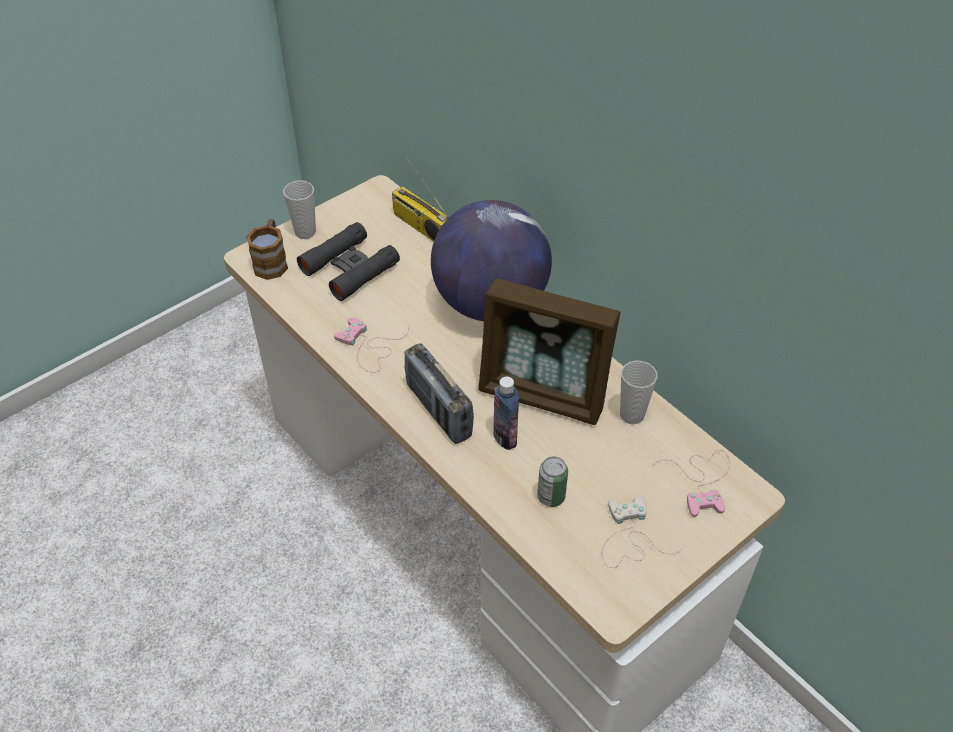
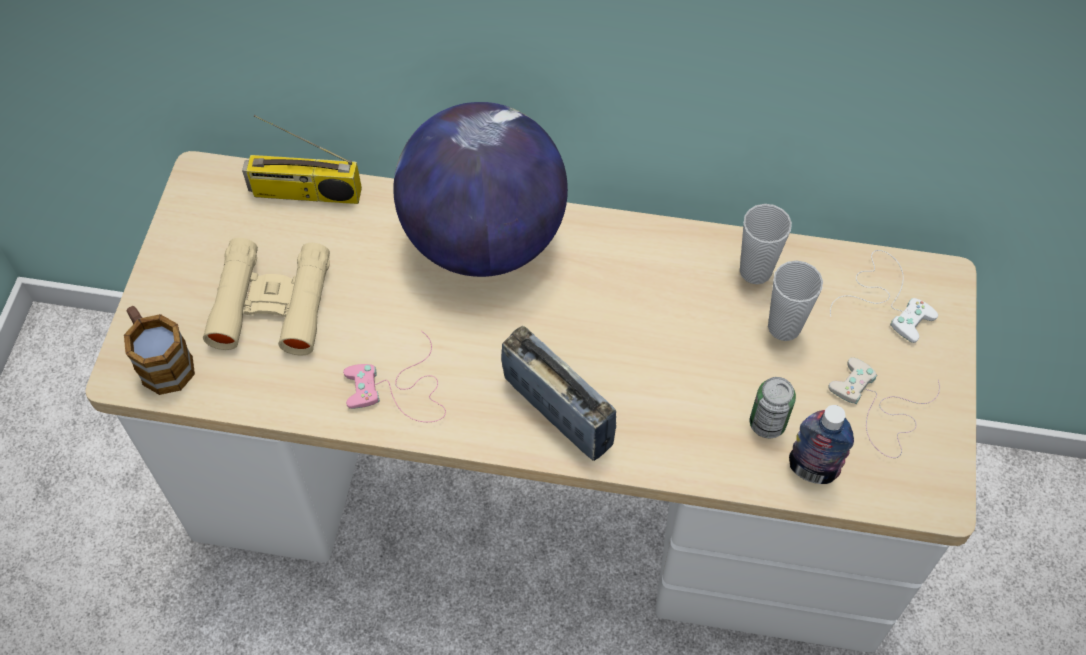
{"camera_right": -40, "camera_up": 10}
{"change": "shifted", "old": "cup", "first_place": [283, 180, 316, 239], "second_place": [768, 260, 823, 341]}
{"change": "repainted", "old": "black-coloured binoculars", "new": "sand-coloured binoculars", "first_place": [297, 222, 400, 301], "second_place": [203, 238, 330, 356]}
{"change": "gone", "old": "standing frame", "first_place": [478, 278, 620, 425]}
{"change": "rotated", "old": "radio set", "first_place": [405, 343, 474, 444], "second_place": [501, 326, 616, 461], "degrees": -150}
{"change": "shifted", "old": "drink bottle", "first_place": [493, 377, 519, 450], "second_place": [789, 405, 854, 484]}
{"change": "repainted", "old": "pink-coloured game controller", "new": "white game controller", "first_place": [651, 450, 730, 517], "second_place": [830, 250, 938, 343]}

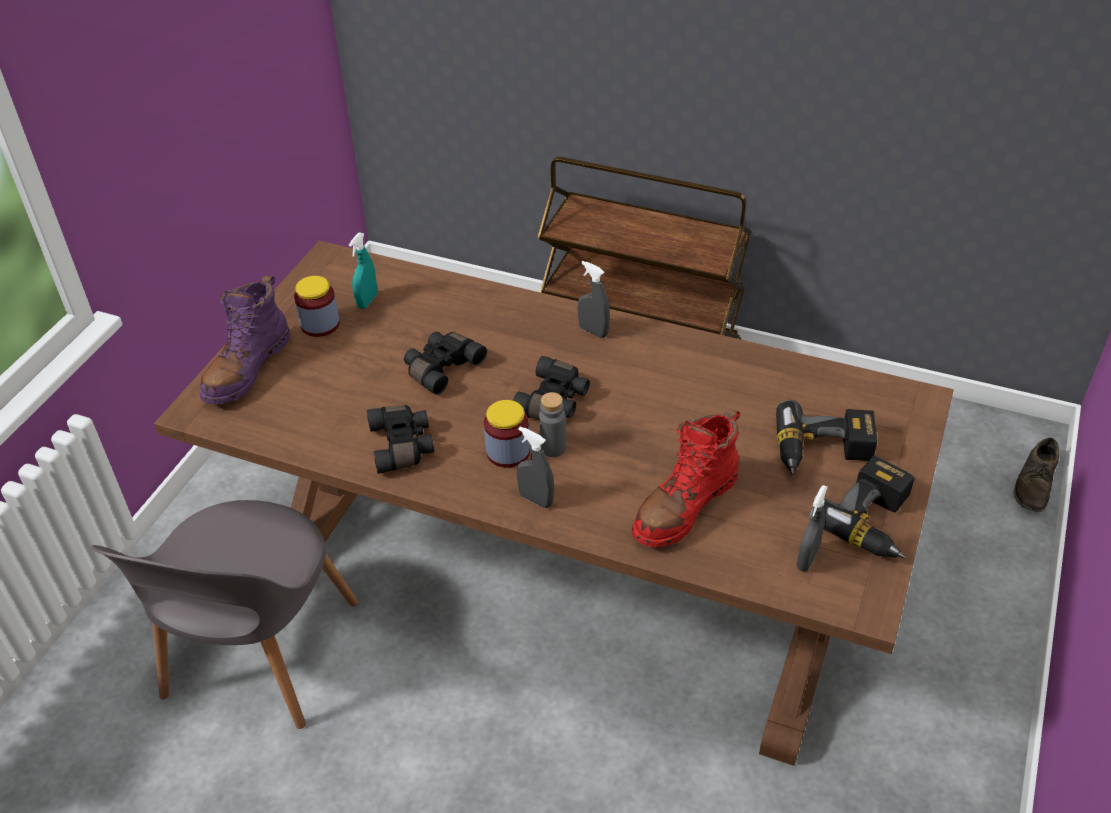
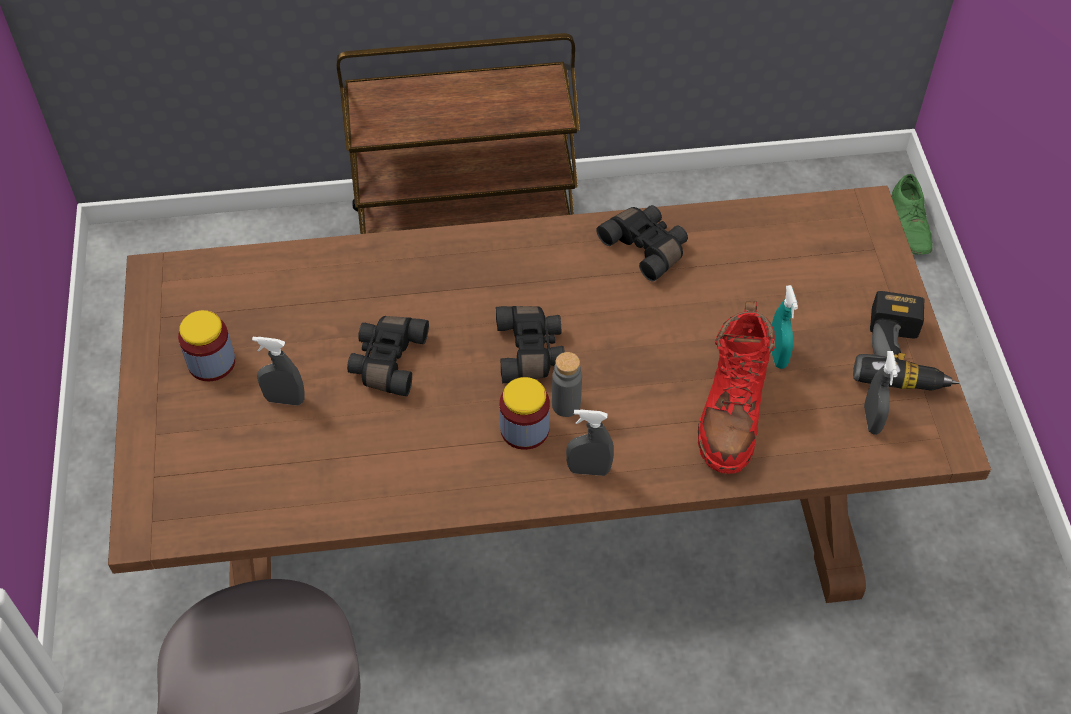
{"camera_right": -30, "camera_up": 10}
{"change": "shifted", "old": "blue-green spray bottle", "first_place": [349, 233, 377, 309], "second_place": [771, 285, 798, 369]}
{"change": "shifted", "old": "grey spray bottle", "first_place": [578, 261, 610, 338], "second_place": [252, 337, 305, 406]}
{"change": "gone", "old": "purple boot", "first_place": [200, 276, 291, 404]}
{"change": "gone", "old": "power drill", "first_place": [776, 400, 877, 475]}
{"change": "shifted", "old": "black-coloured binoculars", "first_place": [367, 405, 434, 474], "second_place": [596, 205, 688, 282]}
{"change": "repainted", "old": "brownish item of footwear", "new": "green-coloured item of footwear", "first_place": [1014, 438, 1059, 512], "second_place": [892, 174, 933, 255]}

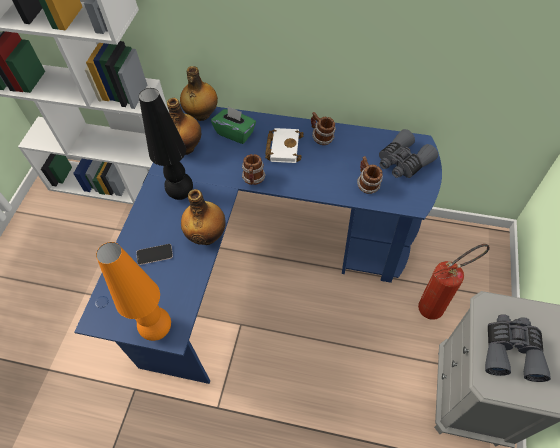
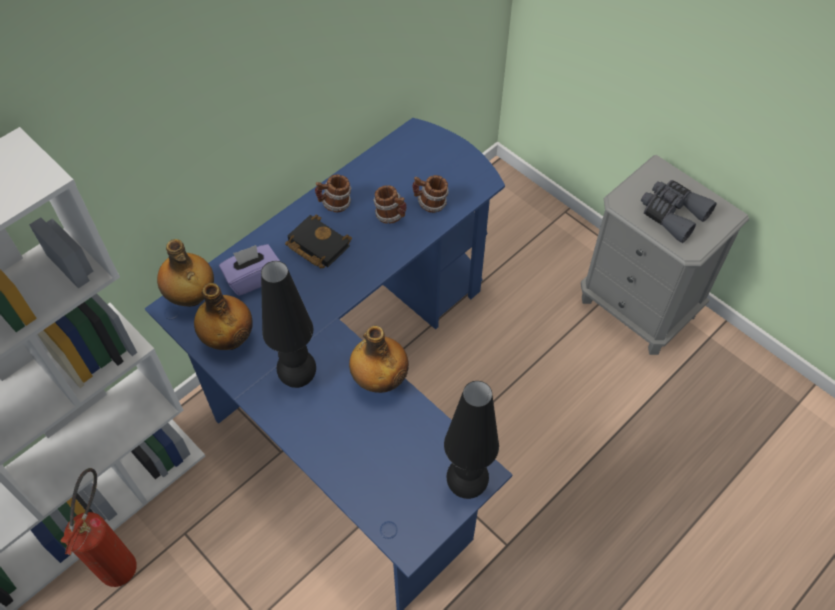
{"camera_right": -60, "camera_up": 0}
{"change": "repainted", "old": "green-coloured box of tissues", "new": "purple box of tissues", "first_place": [211, 106, 256, 144], "second_place": [219, 244, 280, 296]}
{"change": "repainted", "old": "white book", "new": "black-coloured book", "first_place": [265, 128, 304, 163], "second_place": [285, 214, 352, 268]}
{"change": "gone", "old": "grey binoculars", "first_place": [379, 129, 438, 178]}
{"change": "shifted", "old": "coffee mug", "first_place": [242, 154, 266, 185], "second_place": [373, 185, 406, 224]}
{"change": "repainted", "old": "orange table lamp", "new": "black-coloured table lamp", "first_place": [96, 242, 171, 341], "second_place": [444, 381, 499, 499]}
{"change": "gone", "old": "handset", "first_place": [136, 244, 173, 265]}
{"change": "shifted", "old": "extinguisher", "first_place": [418, 244, 490, 320], "second_place": [60, 468, 137, 587]}

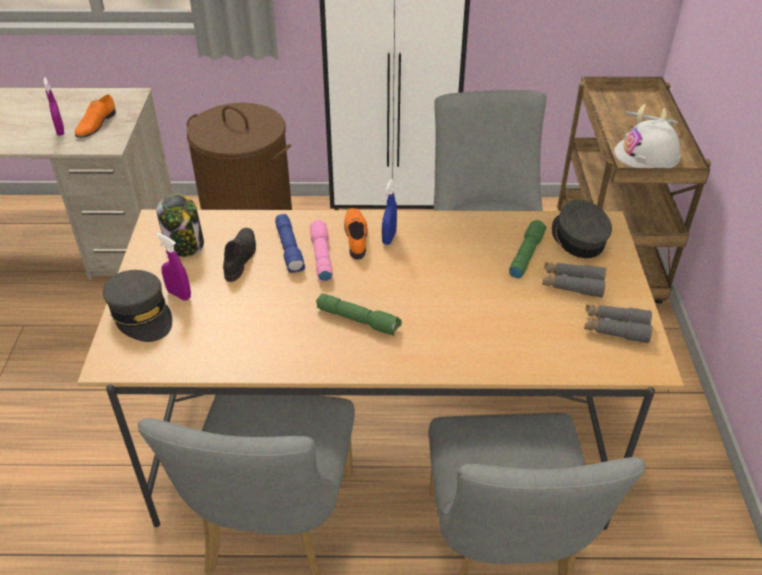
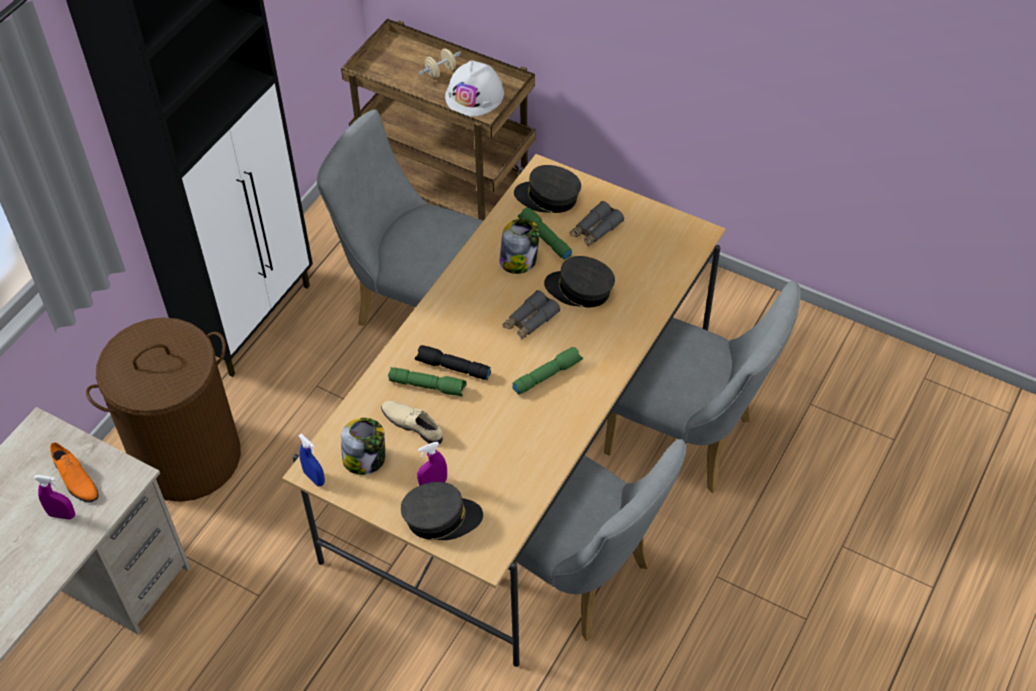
{"camera_right": -60, "camera_up": 10}
{"change": "shifted", "old": "blue-coloured spray bottle", "first_place": [382, 179, 397, 245], "second_place": [299, 434, 325, 486]}
{"change": "gone", "old": "orange item of footwear", "first_place": [344, 208, 368, 260]}
{"change": "repainted", "old": "blue-coloured flashlight", "new": "green-coloured flashlight", "first_place": [275, 214, 305, 273], "second_place": [388, 367, 467, 397]}
{"change": "repainted", "old": "pink-coloured flashlight", "new": "black-coloured flashlight", "first_place": [310, 220, 333, 281], "second_place": [415, 345, 491, 380]}
{"change": "repainted", "old": "black-coloured item of footwear", "new": "sand-coloured item of footwear", "first_place": [223, 228, 256, 282], "second_place": [381, 401, 443, 444]}
{"change": "shifted", "old": "grey binoculars", "first_place": [584, 305, 652, 344], "second_place": [502, 290, 560, 340]}
{"change": "new", "new": "jar", "second_place": [500, 219, 540, 274]}
{"change": "new", "new": "grey baseball cap", "second_place": [544, 256, 615, 307]}

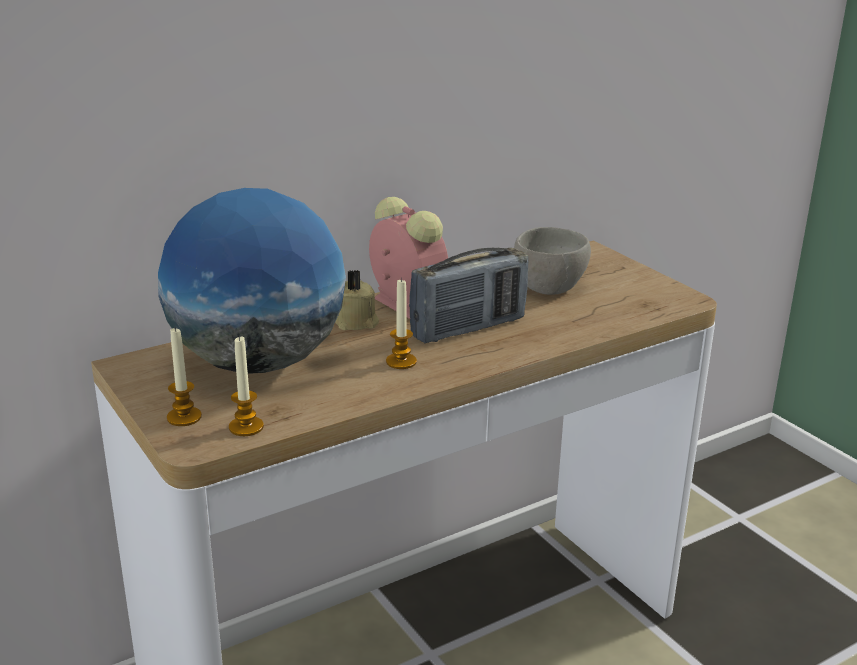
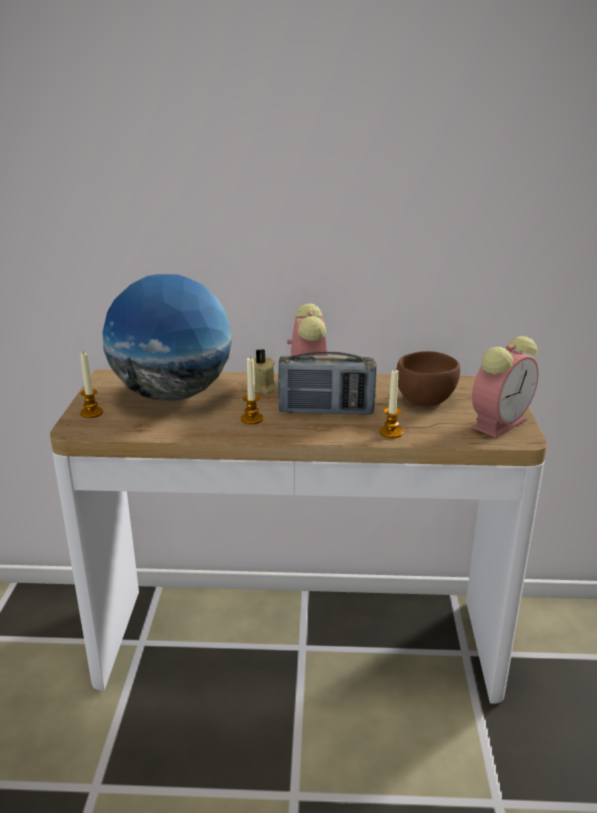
{"camera_right": 35, "camera_up": 0}
{"change": "repainted", "old": "grey bowl", "new": "brownish bowl", "first_place": [514, 227, 591, 295], "second_place": [396, 351, 460, 406]}
{"change": "shifted", "old": "candle", "first_place": [229, 336, 264, 436], "second_place": [380, 370, 403, 438]}
{"change": "new", "new": "alarm clock", "second_place": [472, 336, 538, 438]}

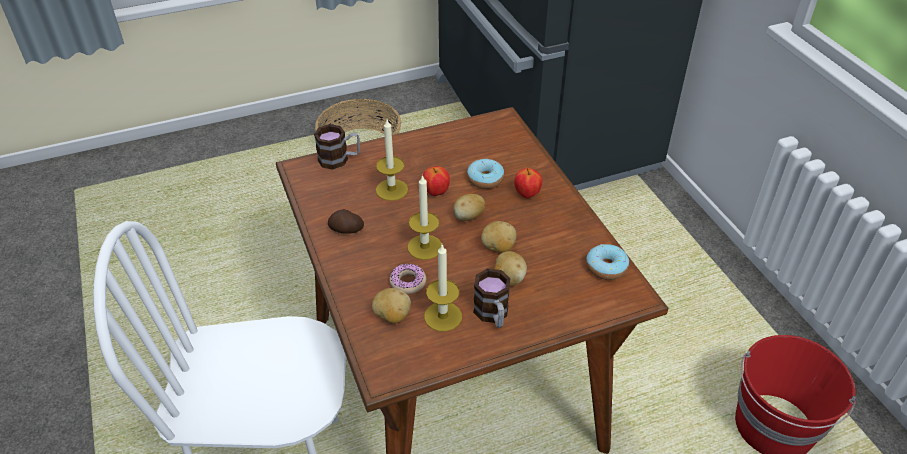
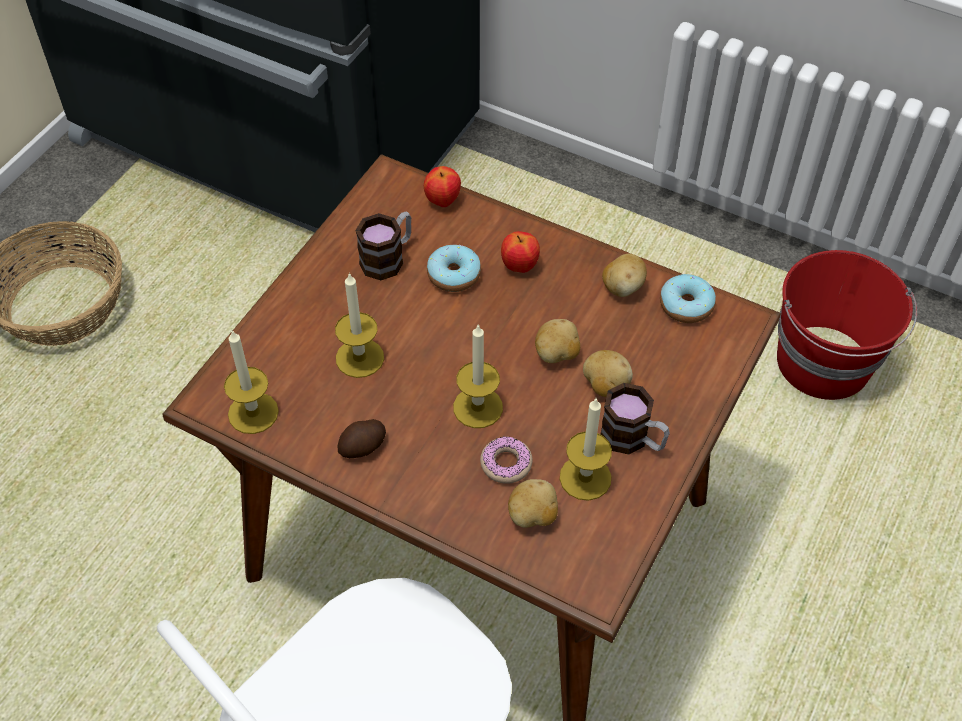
{"camera_right": -40, "camera_up": 10}
{"change": "shifted", "old": "coffee mug", "first_place": [314, 124, 360, 170], "second_place": [355, 212, 411, 280]}
{"change": "shifted", "old": "whole apple", "first_place": [423, 166, 450, 196], "second_place": [424, 166, 461, 207]}
{"change": "shifted", "old": "potato", "first_place": [453, 194, 485, 221], "second_place": [602, 254, 647, 297]}
{"change": "new", "new": "candle", "second_place": [224, 329, 279, 434]}

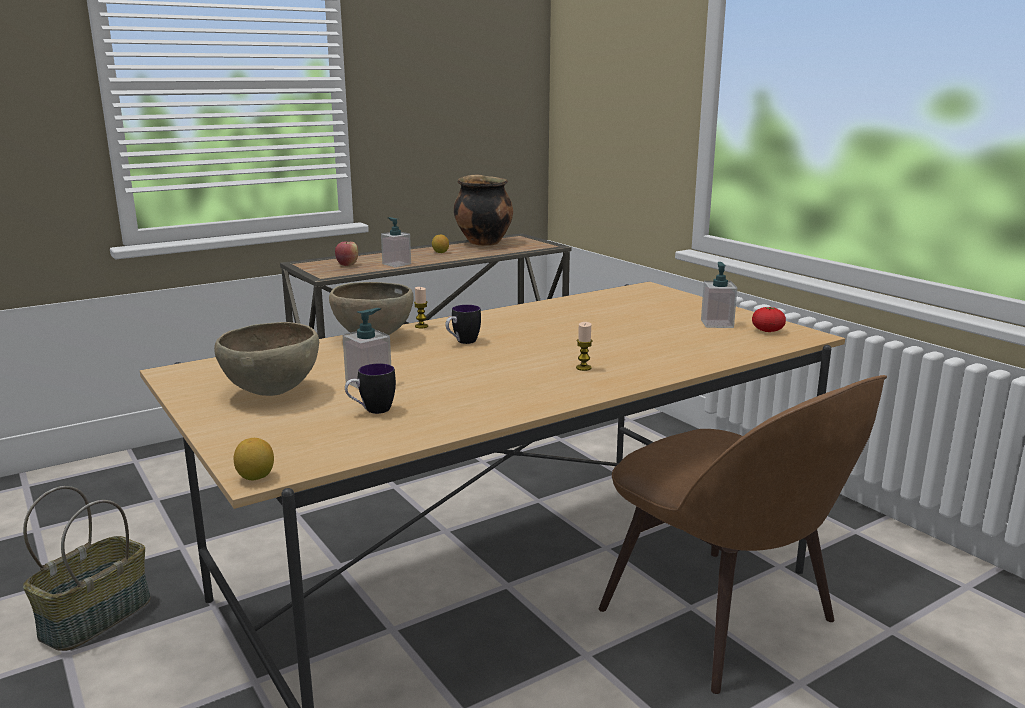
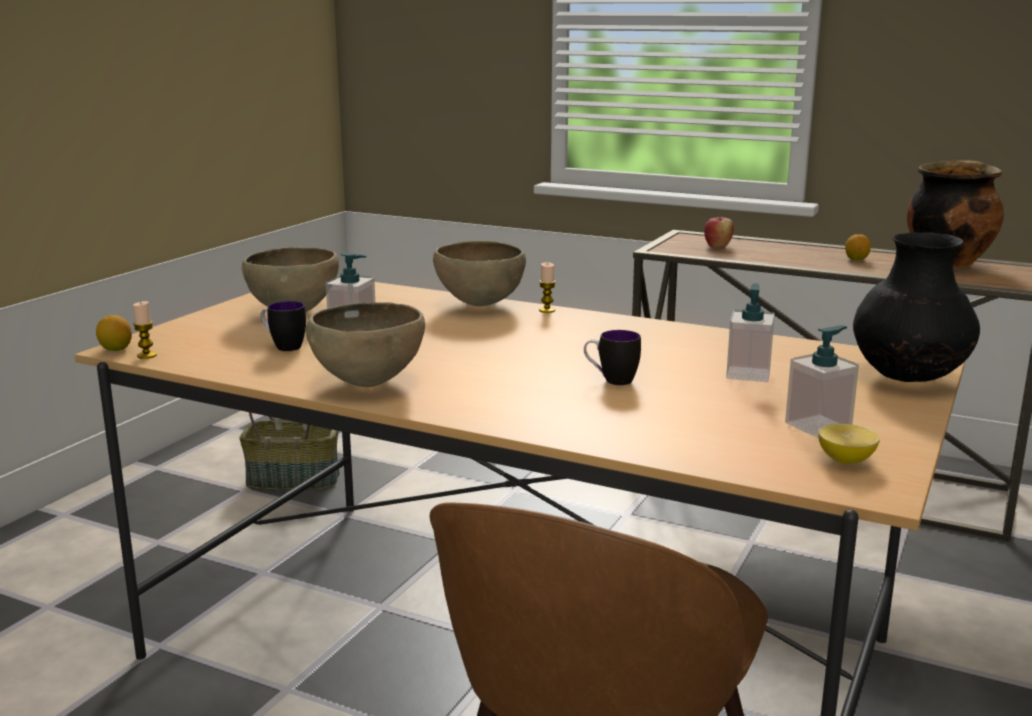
{"camera_right": 60, "camera_up": 0}
{"change": "shifted", "old": "liquid soap bottle", "first_place": [381, 217, 411, 267], "second_place": [726, 283, 775, 382]}
{"change": "shifted", "old": "coffee mug", "first_place": [445, 305, 481, 344], "second_place": [584, 330, 641, 385]}
{"change": "swapped", "old": "whole tomato", "new": "lemon", "first_place": [752, 307, 786, 332], "second_place": [818, 424, 880, 464]}
{"change": "shifted", "old": "candle", "first_place": [576, 322, 593, 371], "second_place": [133, 301, 157, 359]}
{"change": "new", "new": "black-coloured vase", "second_place": [853, 232, 980, 382]}
{"change": "new", "new": "brownish bowl", "second_place": [306, 302, 425, 387]}

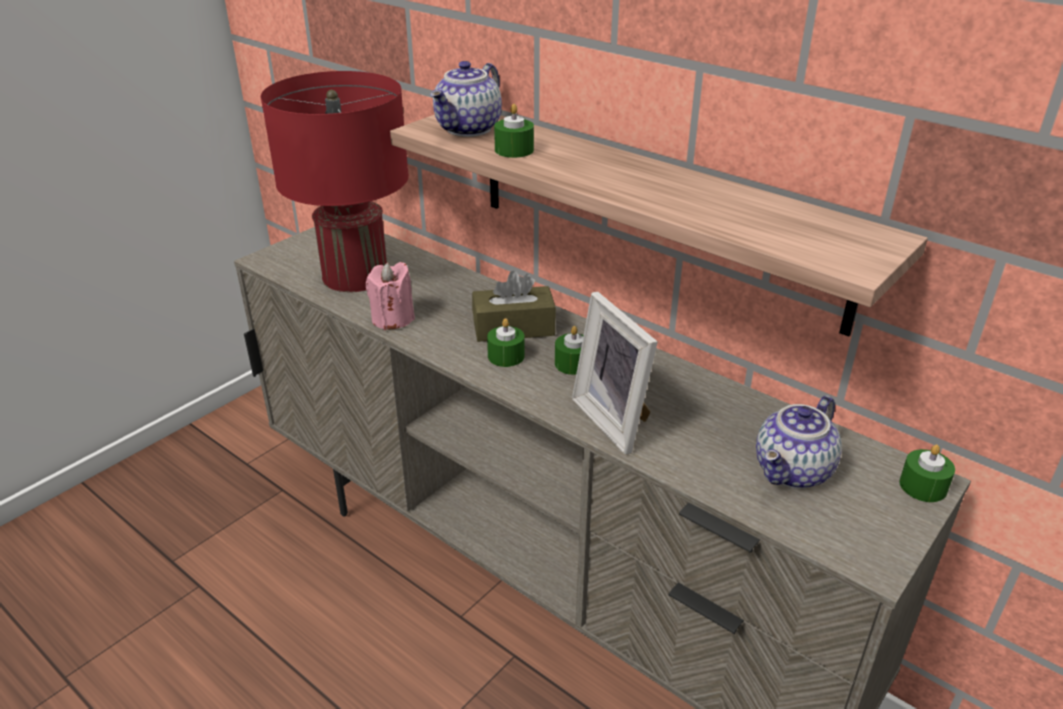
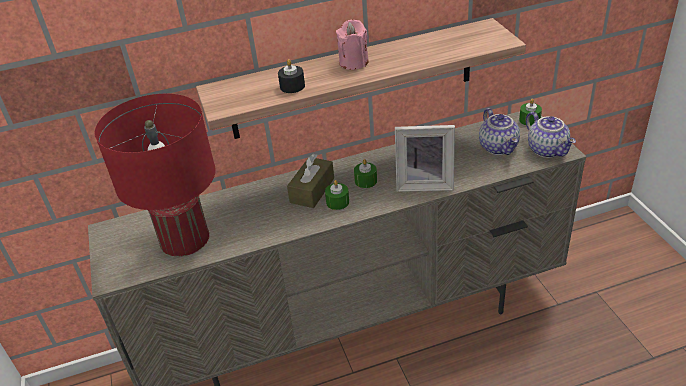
{"camera_right": -55, "camera_up": 5}
{"change": "shifted", "old": "pot for tea", "first_place": [430, 61, 502, 137], "second_place": [526, 112, 576, 158]}
{"change": "repainted", "old": "green-coloured candle", "new": "black-coloured candle", "first_place": [494, 104, 534, 158], "second_place": [278, 59, 305, 93]}
{"change": "shifted", "old": "pink-coloured candle", "first_place": [366, 262, 415, 330], "second_place": [336, 19, 369, 70]}

